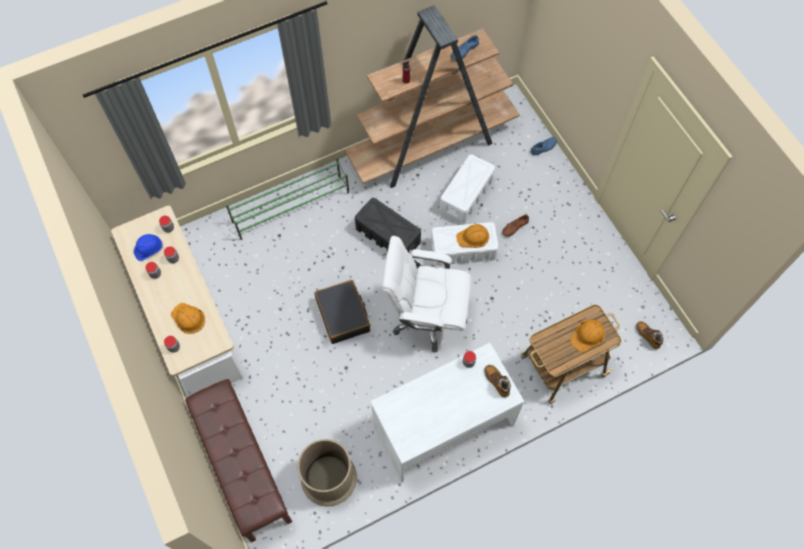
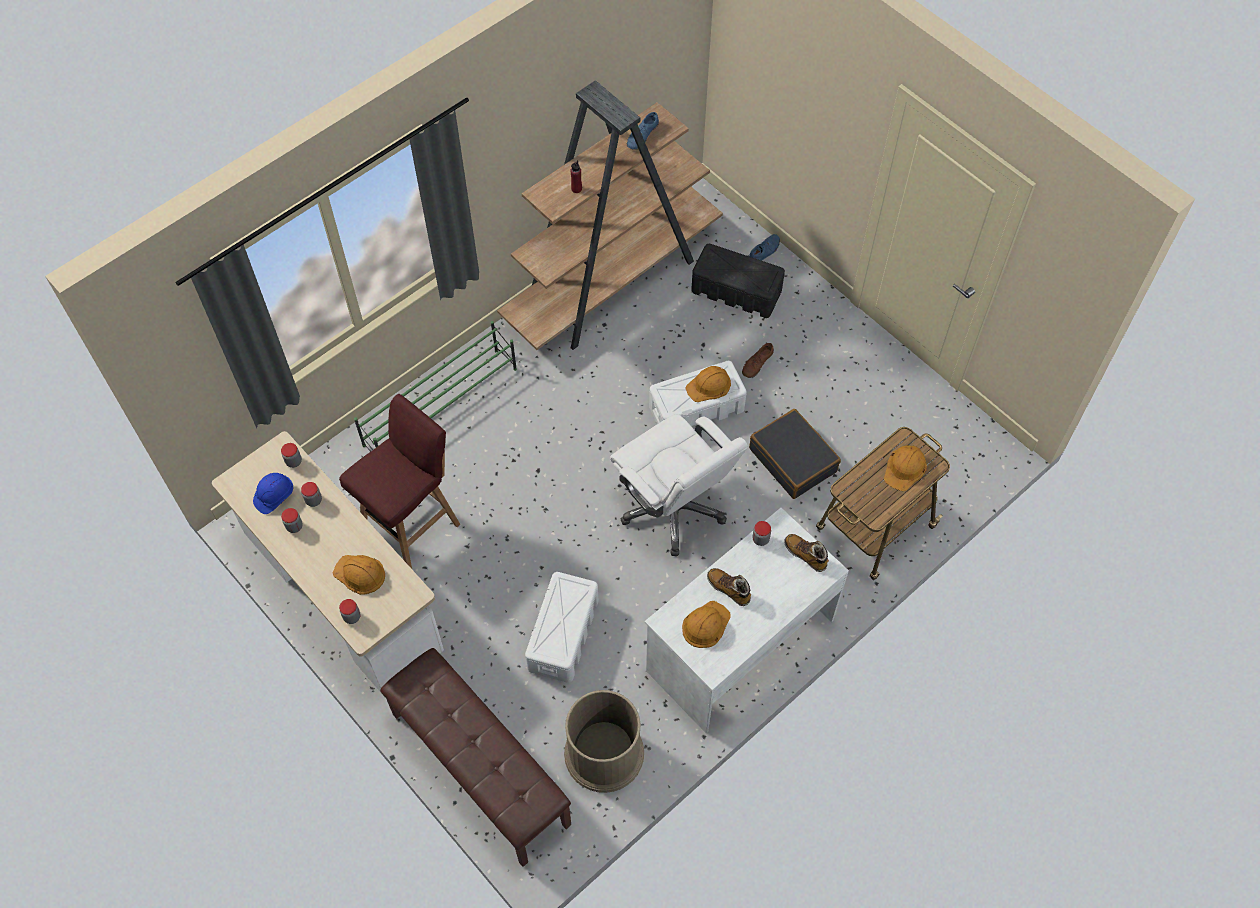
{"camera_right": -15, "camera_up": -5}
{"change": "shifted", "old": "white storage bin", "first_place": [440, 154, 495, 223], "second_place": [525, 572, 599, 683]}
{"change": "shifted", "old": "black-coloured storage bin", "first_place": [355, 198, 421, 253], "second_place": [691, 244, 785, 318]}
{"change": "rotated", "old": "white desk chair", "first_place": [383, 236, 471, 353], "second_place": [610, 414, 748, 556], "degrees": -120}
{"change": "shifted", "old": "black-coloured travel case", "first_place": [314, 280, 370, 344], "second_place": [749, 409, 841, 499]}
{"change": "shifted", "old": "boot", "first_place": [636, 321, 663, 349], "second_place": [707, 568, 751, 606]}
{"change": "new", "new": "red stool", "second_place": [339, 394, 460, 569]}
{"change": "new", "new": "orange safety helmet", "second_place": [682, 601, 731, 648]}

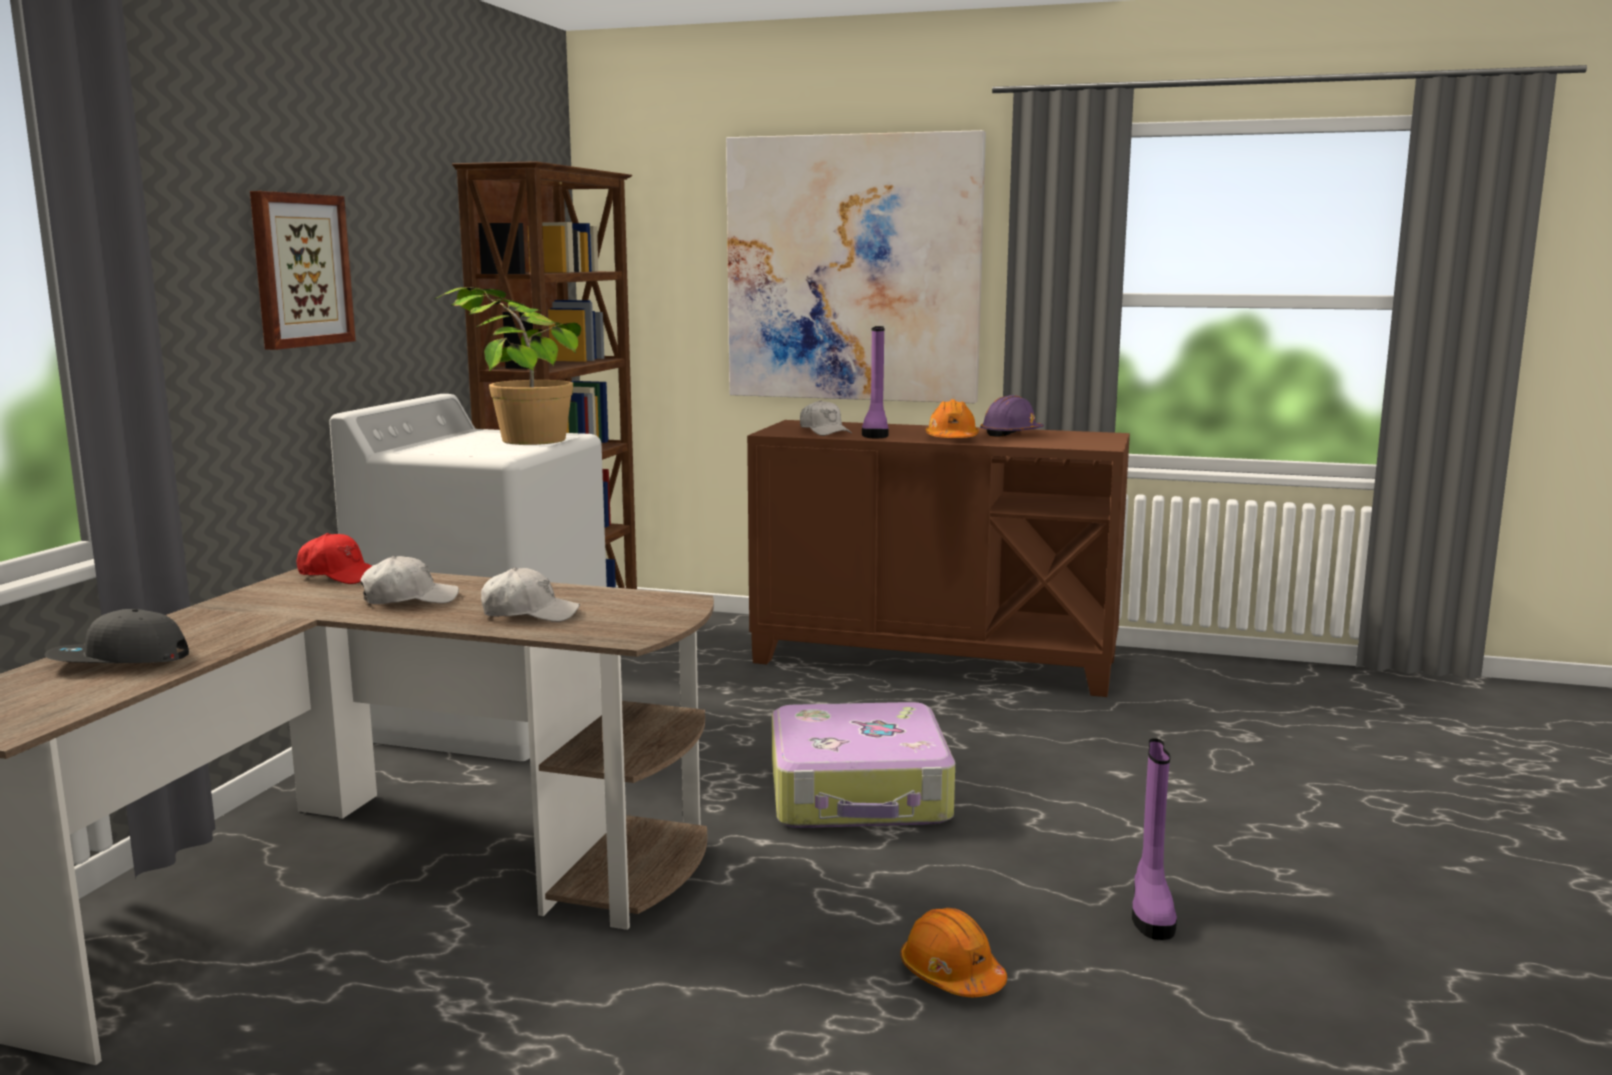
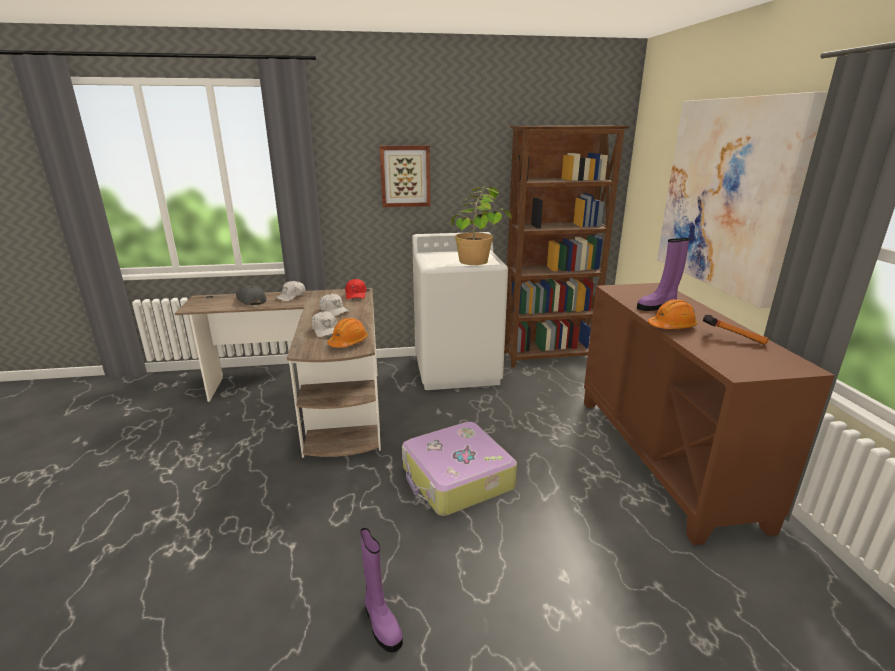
{"camera_right": 65, "camera_up": 10}
{"change": "swapped", "old": "purple safety helmet", "new": "tool hammer", "first_place": [980, 395, 1044, 437], "second_place": [703, 314, 769, 345]}
{"change": "shifted", "old": "white baseball cap", "first_place": [800, 400, 852, 436], "second_place": [275, 281, 306, 301]}
{"change": "rotated", "old": "purple boot", "first_place": [1132, 738, 1177, 940], "second_place": [360, 528, 403, 652], "degrees": -105}
{"change": "shifted", "old": "orange safety helmet", "first_place": [900, 908, 1007, 997], "second_place": [327, 318, 368, 348]}

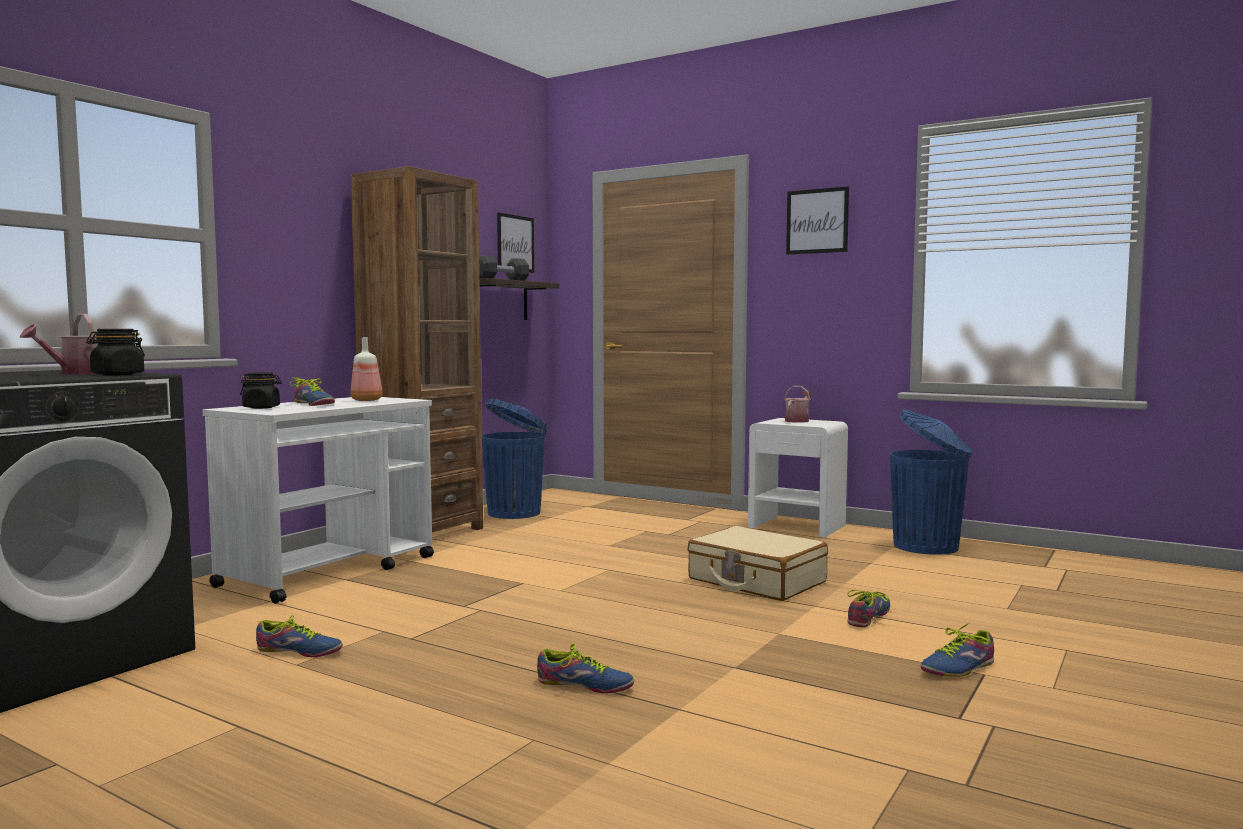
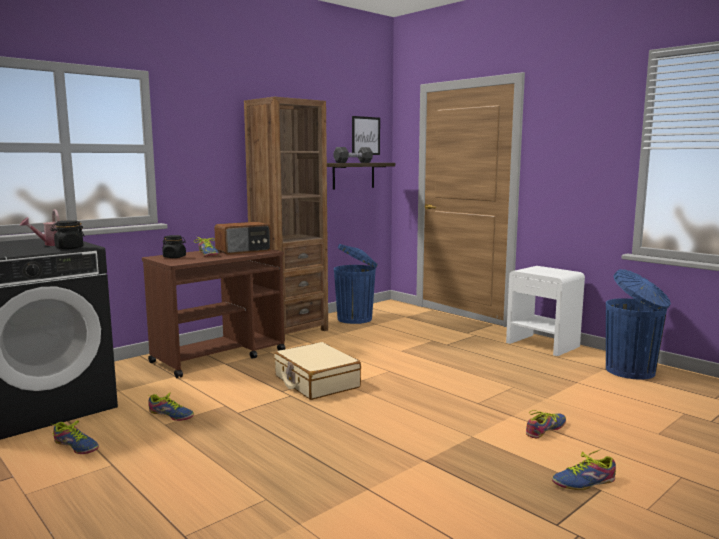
{"camera_right": 15, "camera_up": 5}
{"change": "gone", "old": "wall art", "first_place": [786, 186, 849, 255]}
{"change": "swapped", "old": "drink bottle", "new": "radio set", "first_place": [351, 337, 383, 401], "second_place": [214, 222, 271, 255]}
{"change": "gone", "old": "watering can", "first_place": [784, 386, 812, 423]}
{"change": "repainted", "old": "white wheeled cart", "new": "brownish wheeled cart", "first_place": [203, 397, 434, 604], "second_place": [142, 249, 285, 378]}
{"change": "shifted", "old": "sand-coloured travel case", "first_place": [687, 526, 828, 601], "second_place": [274, 342, 361, 400]}
{"change": "shifted", "old": "item of footwear", "first_place": [537, 644, 634, 693], "second_place": [53, 420, 99, 454]}

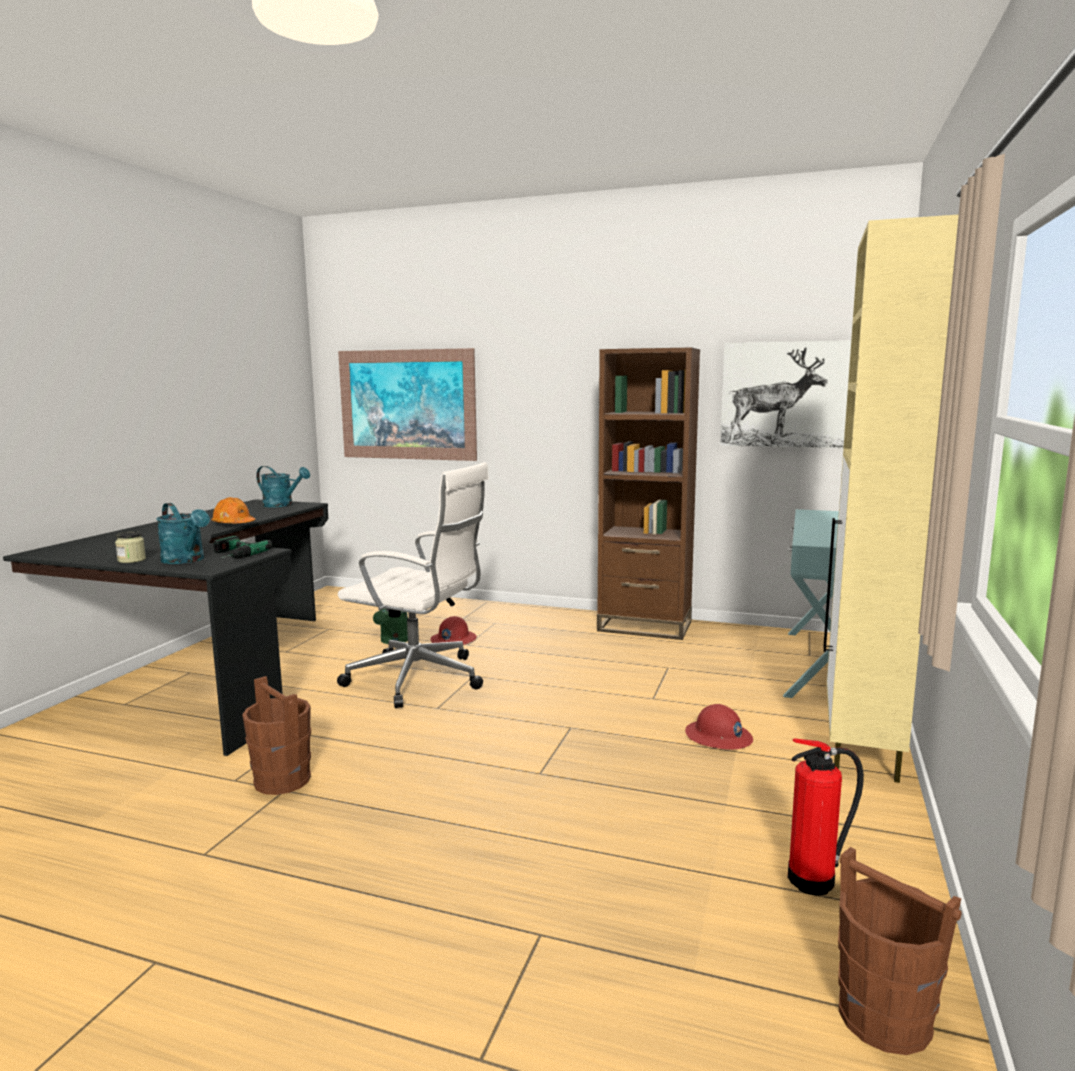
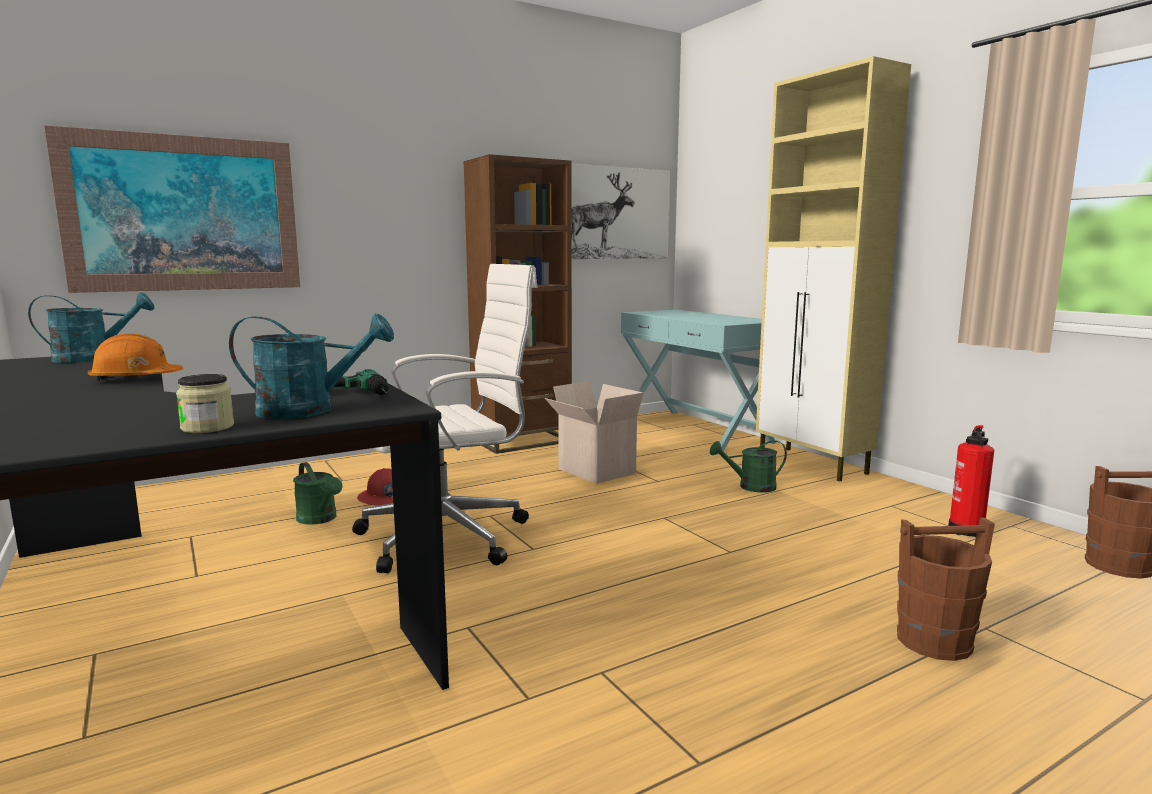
{"camera_right": -50, "camera_up": 0}
{"change": "shifted", "old": "brownish bucket", "first_place": [242, 676, 311, 795], "second_place": [897, 517, 995, 661]}
{"change": "swapped", "old": "red safety helmet", "new": "green-coloured watering can", "first_place": [685, 704, 753, 750], "second_place": [710, 440, 787, 493]}
{"change": "new", "new": "cardboard box", "second_place": [545, 381, 643, 484]}

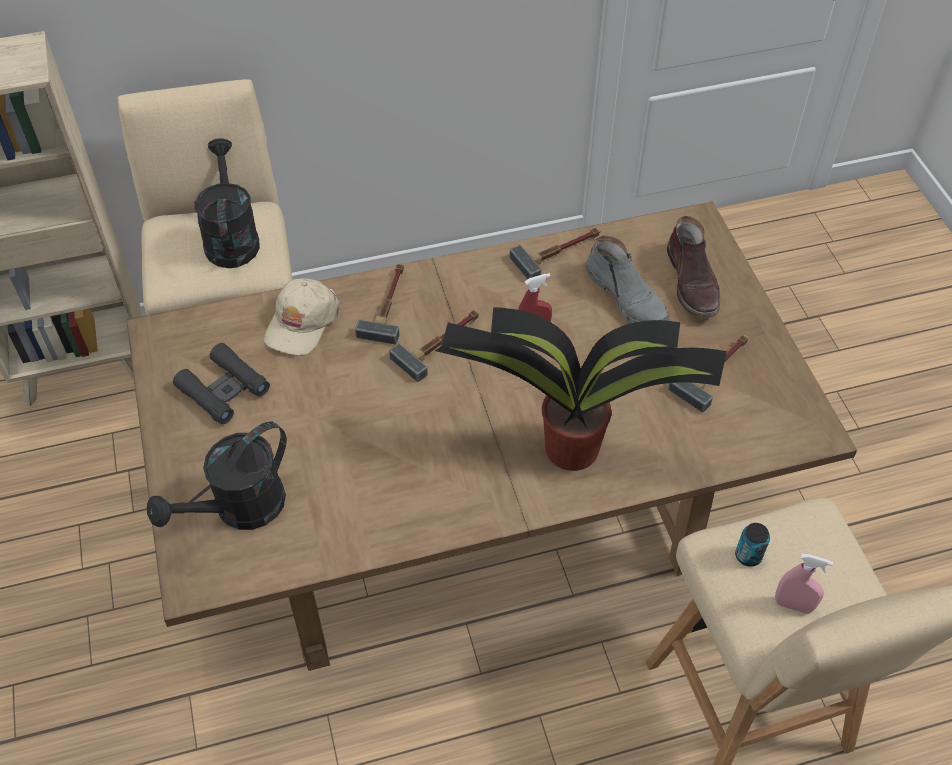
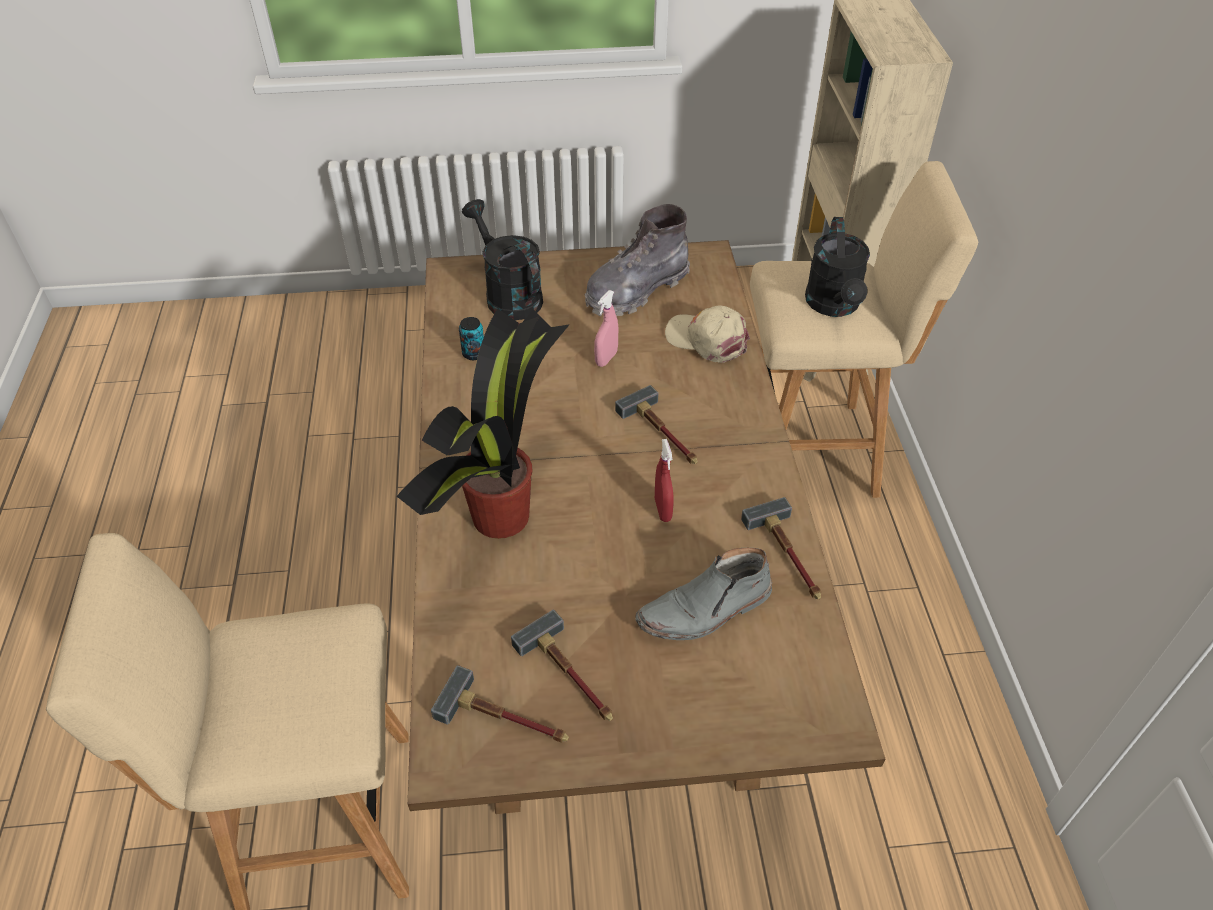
{"camera_right": 100, "camera_up": -5}
{"change": "rotated", "old": "black-coloured watering can", "first_place": [195, 138, 260, 268], "second_place": [805, 217, 870, 317], "degrees": 90}
{"change": "gone", "old": "brownish boot", "first_place": [667, 216, 720, 318]}
{"change": "shifted", "old": "tool hammer", "first_place": [355, 263, 404, 344], "second_place": [431, 665, 569, 743]}
{"change": "swapped", "old": "black-coloured binoculars", "new": "grey boot", "first_place": [173, 343, 270, 424], "second_place": [585, 204, 690, 316]}
{"change": "shifted", "old": "sealed can", "first_place": [735, 523, 770, 567], "second_place": [459, 317, 484, 360]}
{"change": "shifted", "old": "pink-coloured spray bottle", "first_place": [775, 554, 833, 614], "second_place": [594, 290, 618, 367]}

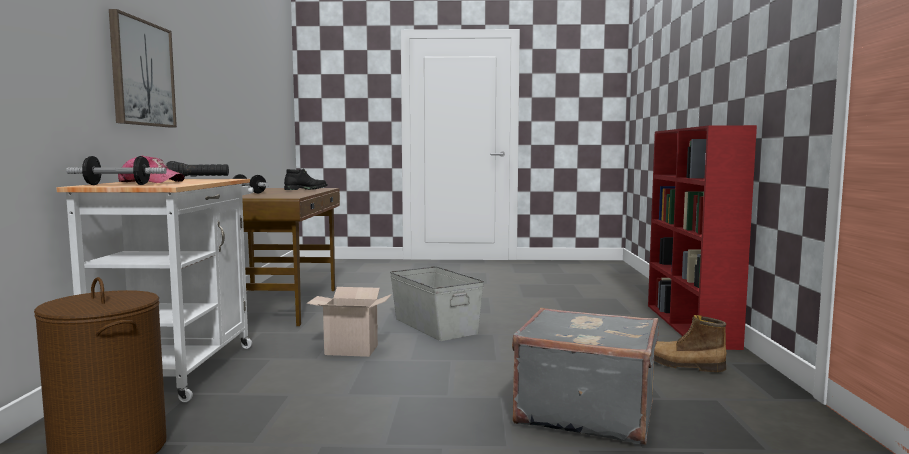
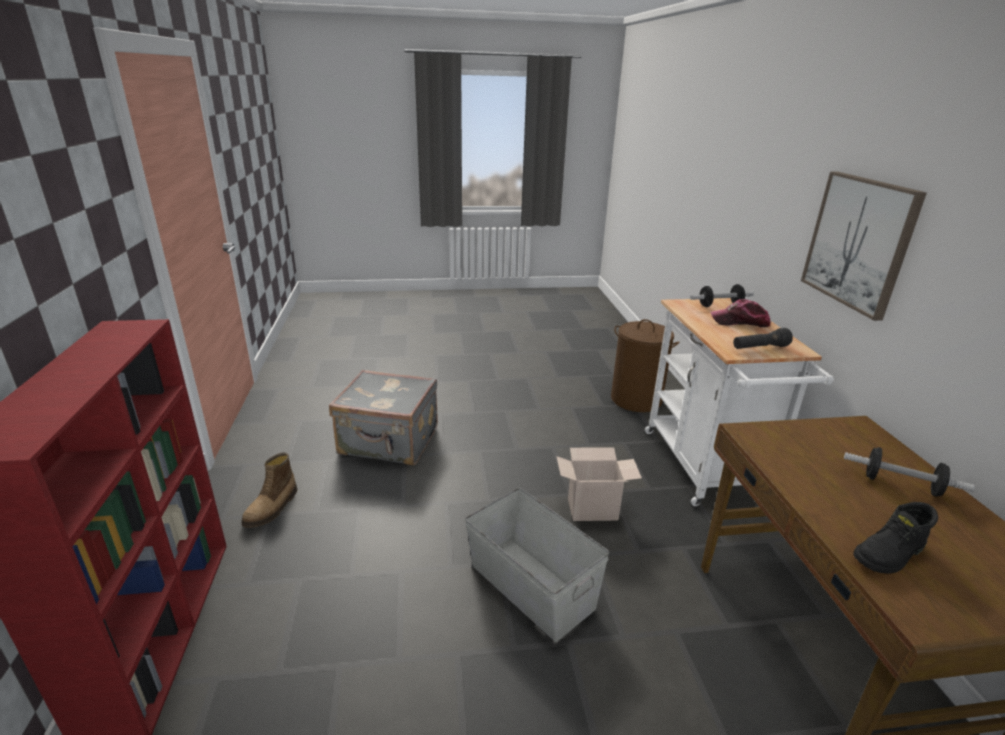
{"camera_right": 170, "camera_up": 20}
{"change": "rotated", "old": "boot", "first_place": [654, 315, 727, 372], "second_place": [241, 453, 297, 528], "degrees": 90}

